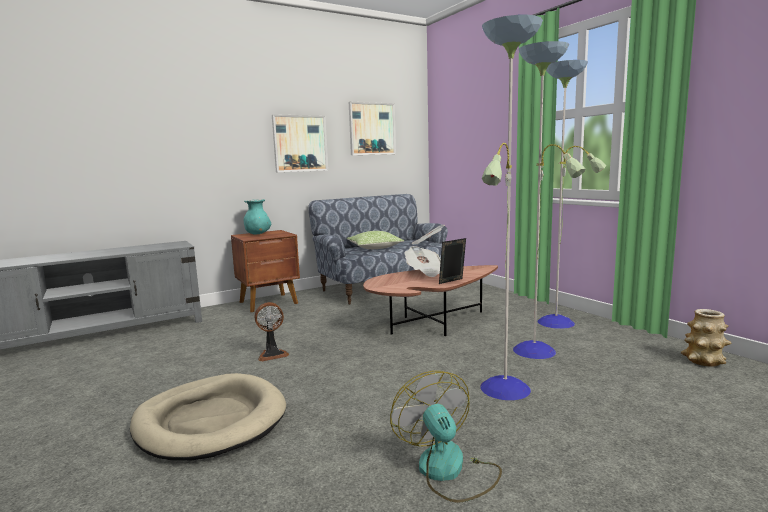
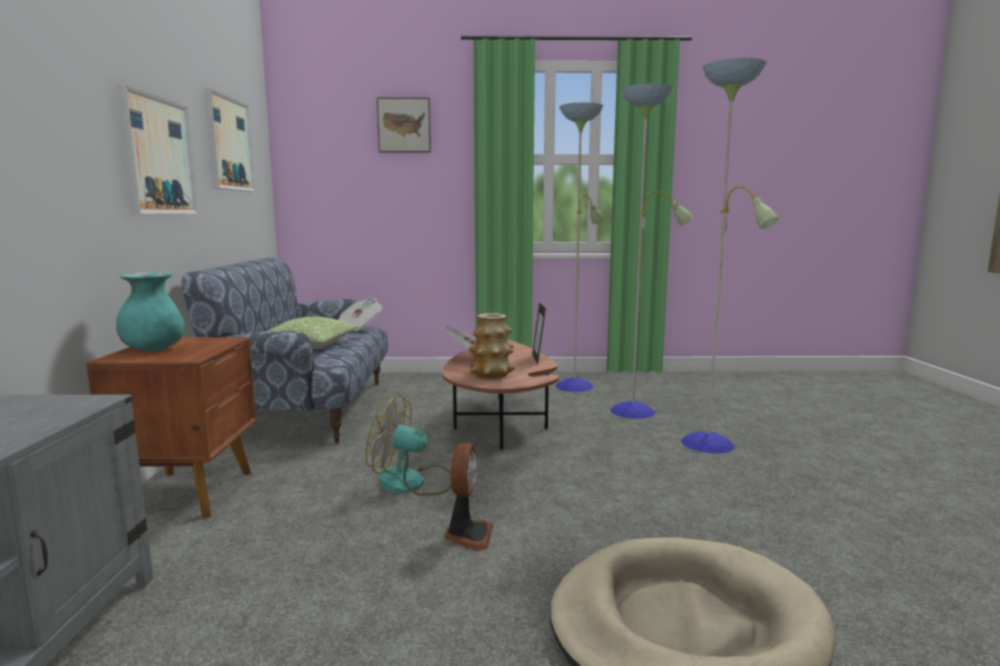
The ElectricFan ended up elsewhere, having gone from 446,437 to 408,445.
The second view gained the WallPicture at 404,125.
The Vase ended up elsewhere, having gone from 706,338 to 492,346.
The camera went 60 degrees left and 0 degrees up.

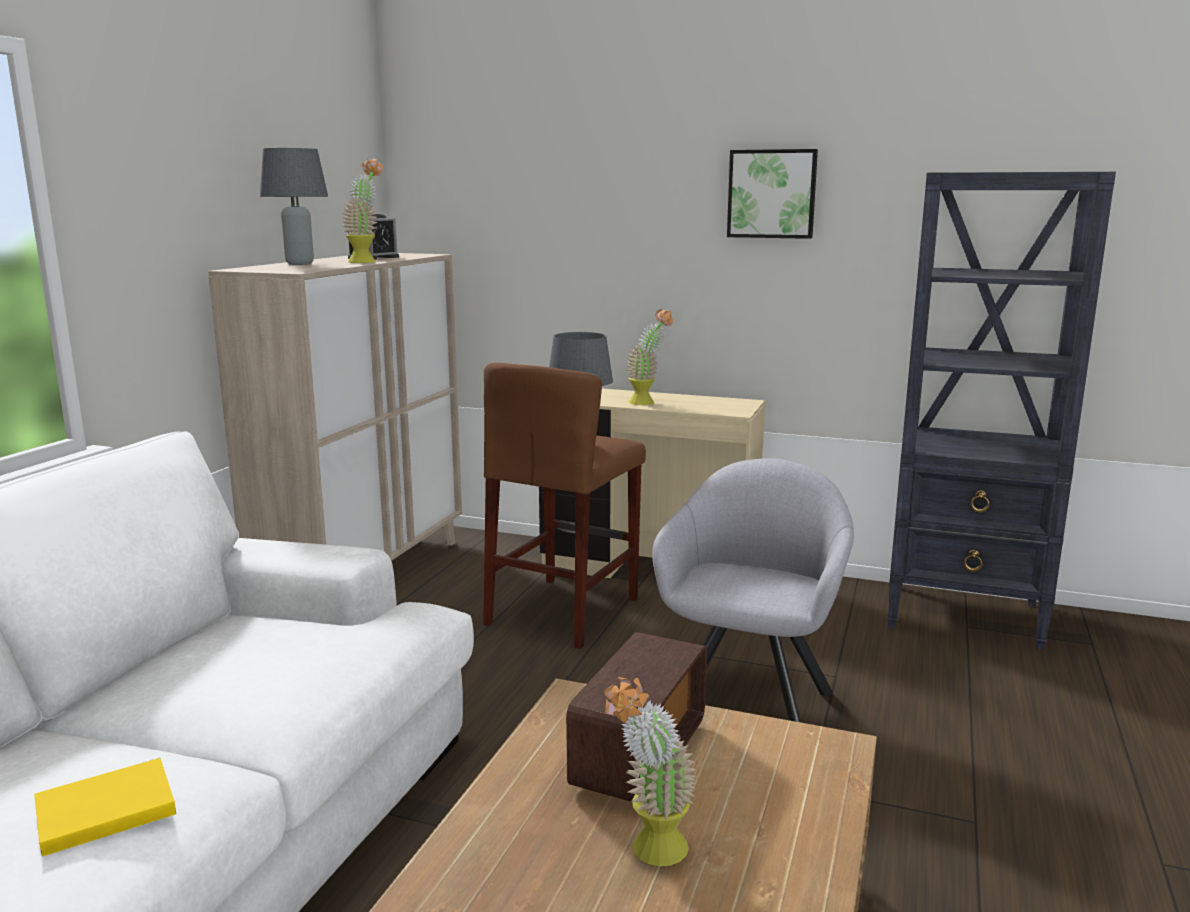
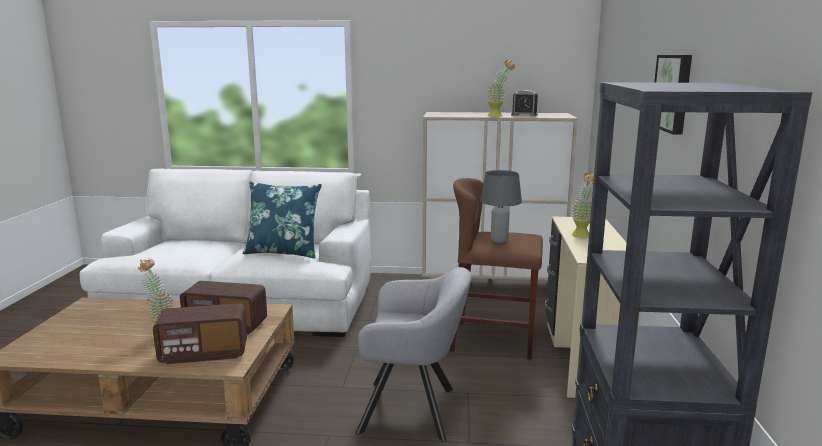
The second view gained the Radio at 200,333.
The second view gained the BluishThrowPillow at 282,220.
The second view lost the YellowishBook at 105,807.
The second view lost the GreyTableLamp at 294,206.
The camera went 75 degrees right and 0 degrees up.

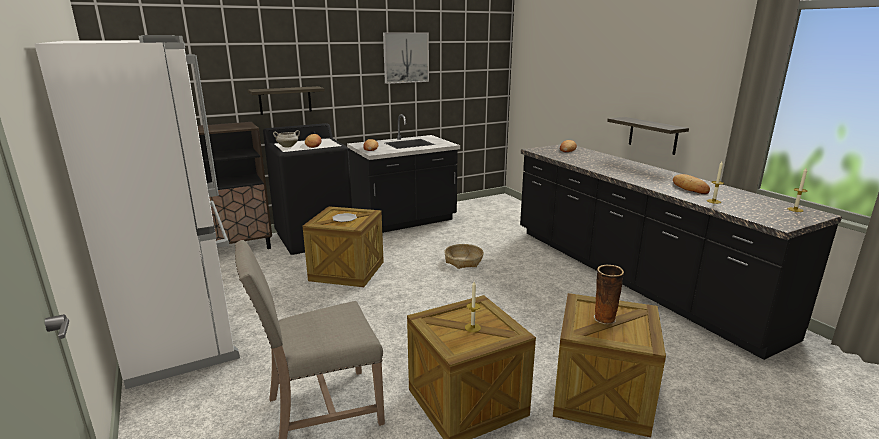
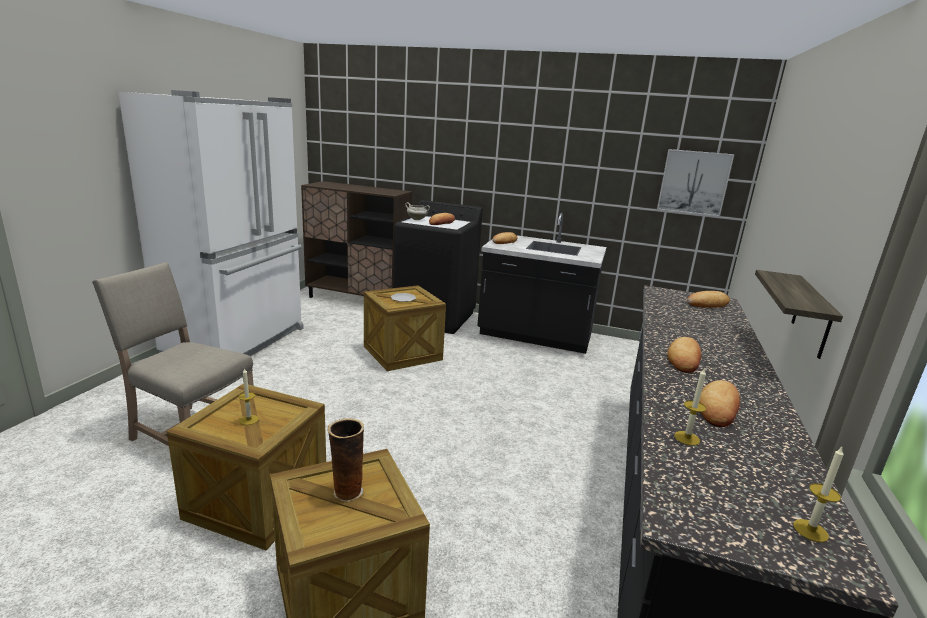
The WallPicture ended up elsewhere, having gone from 406,58 to 695,183.
The second view gained the BakeryBread at 684,355.
The second view lost the BracketShelf at 286,100.
The second view lost the StorageBasket at 464,256.
The camera went 45 degrees right and 0 degrees up.

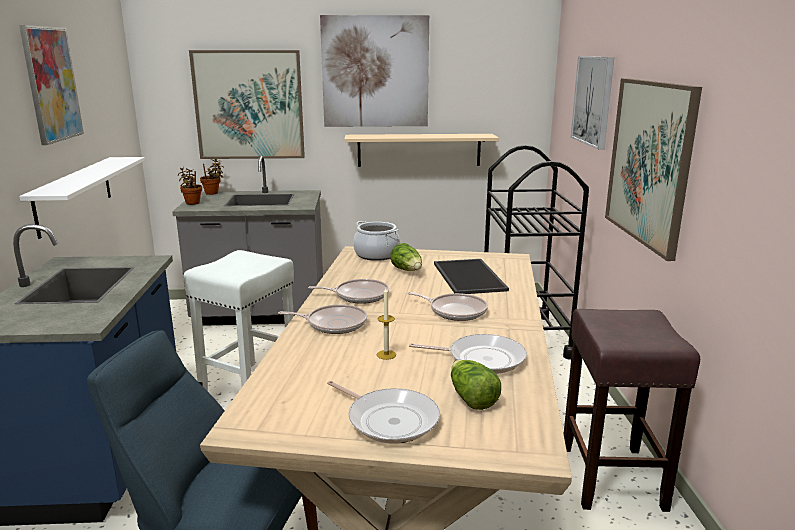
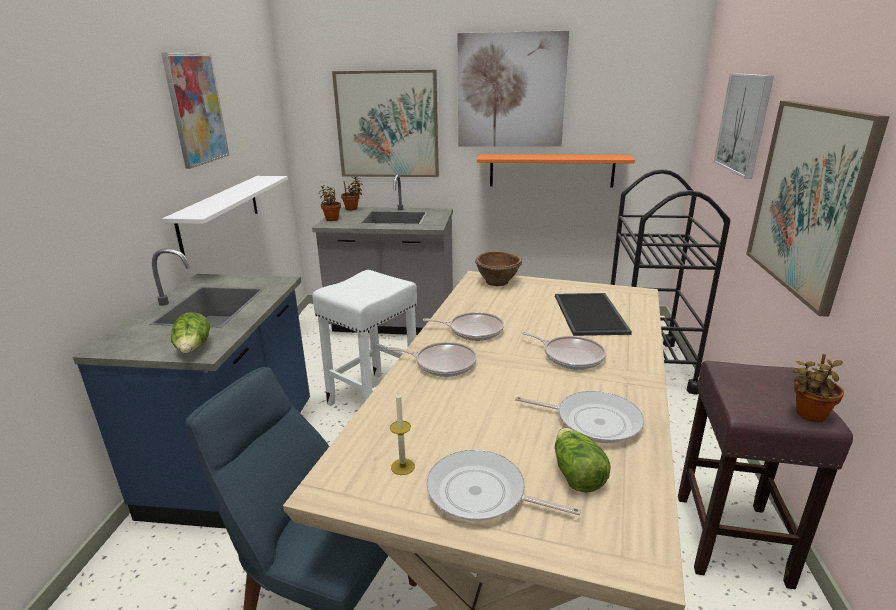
The Lettuce ended up elsewhere, having gone from 406,257 to 190,332.
The WaxCandle ended up elsewhere, having gone from 386,324 to 402,433.
The Pan at 383,412 ended up facing another way, 150 degrees clockwise from before.
Where the Saucepot stood at 376,241, the BrownServingBowl came to stand at 498,268.
What was the BeigeColouredBracketShelf at 421,150 turned into the OrangeColouredBracketShelf at 556,171.
The second view gained the PlantInAPot at 818,388.
The camera went 10 degrees right and 5 degrees up.

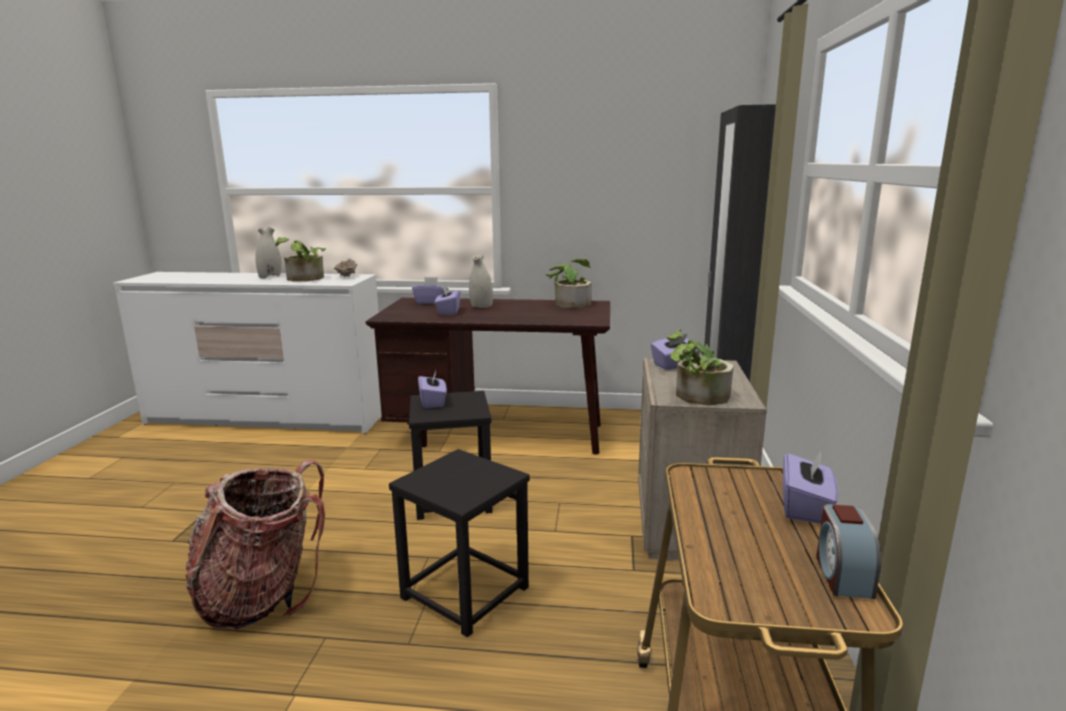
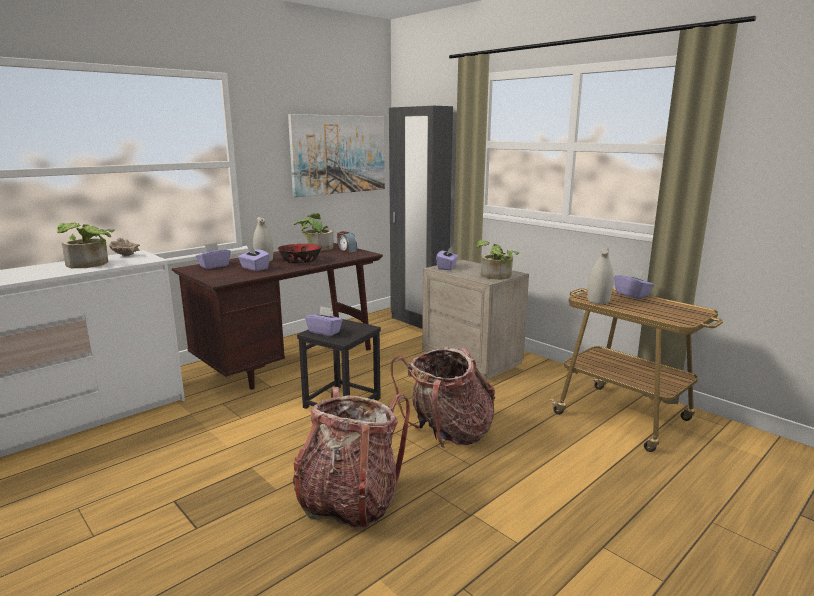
The second view gained the ServingBowl at 300,254.
The second view gained the WallPicture at 336,155.
The AlarmClock ended up elsewhere, having gone from 848,551 to 347,242.
Where the BlackishStool stood at 459,543, the Rucksack came to stand at 443,397.
The WhitishVase ended up elsewhere, having gone from 268,252 to 600,276.
The camera went 50 degrees left and 0 degrees up.

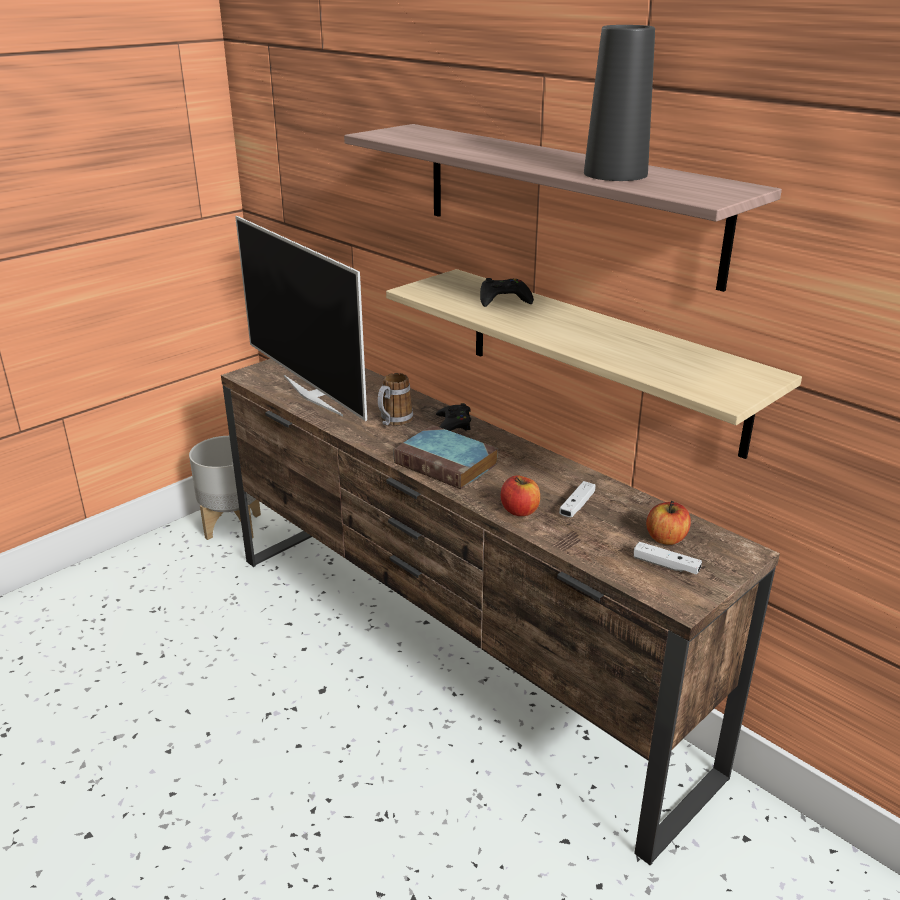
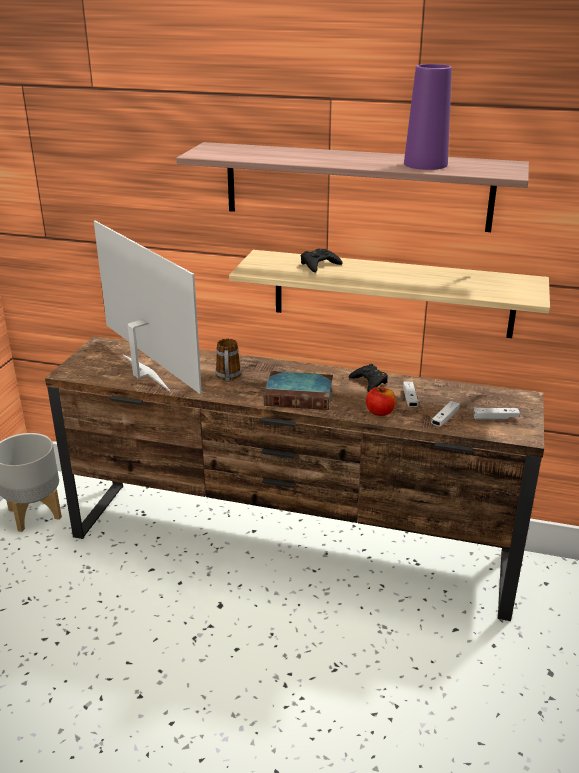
The Television at 301,318 ended up facing another way, 150 degrees counterclockwise from before.
The BlackishGameController ended up elsewhere, having gone from 453,417 to 368,378.
What was the BlackishVase at 619,103 turned into the PurplishVase at 428,117.
The second view gained the WhitishGameController at 445,413.
The second view lost the Apple at 668,523.
The camera went 30 degrees left and 0 degrees up.

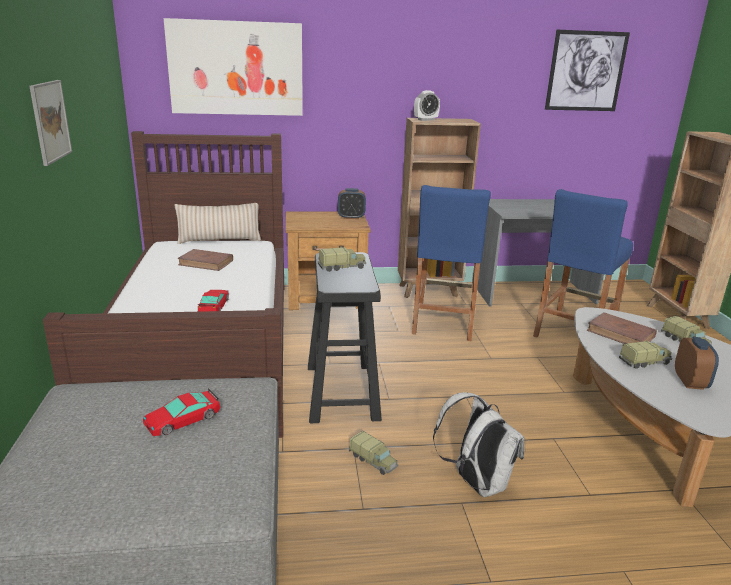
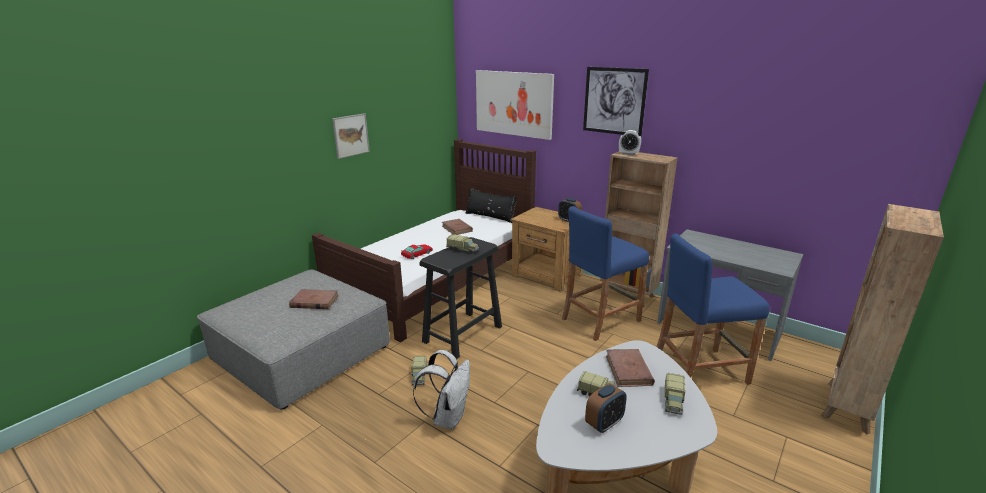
Where the ToyCar stood at 181,412, the BrownBook came to stand at 314,299.
What was the BeigeColouredThrowPillow at 217,223 turned into the BlackishThrowPillow at 491,205.
The WallPicture ended up elsewhere, having gone from 587,70 to 616,102.
The camera went 45 degrees right and 0 degrees up.

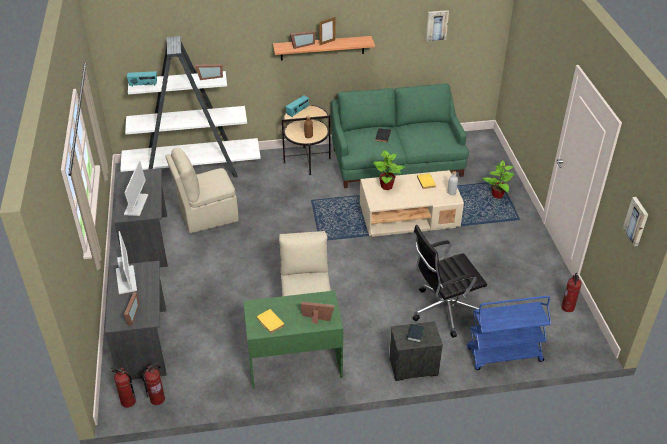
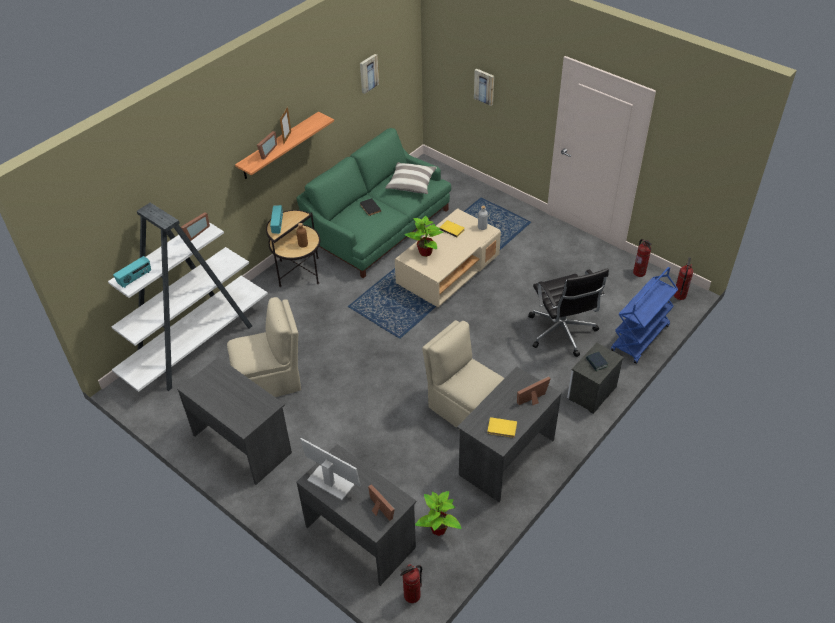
The BeigeColouredChair at 201,190 ended up facing another way, 135 degrees counterclockwise from before.
The second view gained the ThrowPillow at 411,178.
The PlantInAPot ended up elsewhere, having gone from 498,179 to 438,513.
What was the GreenColouredDesk at 293,339 turned into the GreyDesk at 509,434.
The WallPicture ended up elsewhere, having gone from 635,221 to 484,87.
The BlackishDeskChair at 450,281 ended up facing another way, 45 degrees counterclockwise from before.
The FireExtinguisher ended up elsewhere, having gone from 153,383 to 683,278.
The second view lost the ComputerDisplay at 136,188.
The camera went 40 degrees left and 5 degrees up.

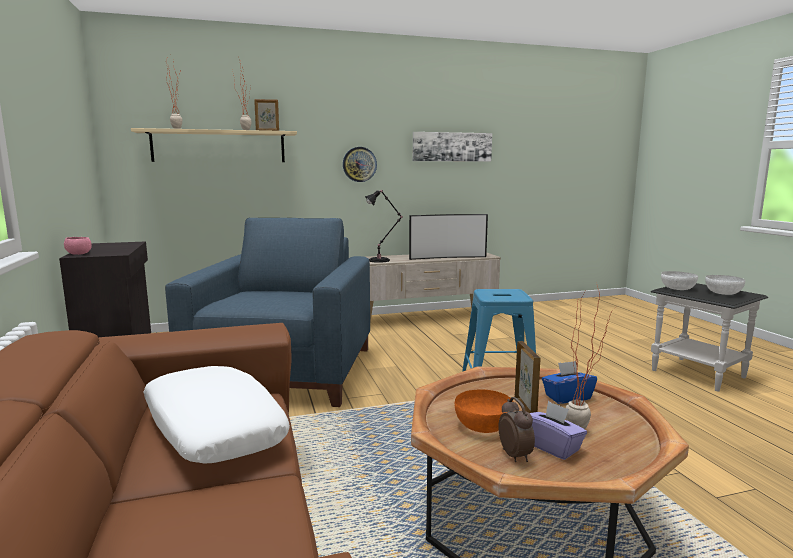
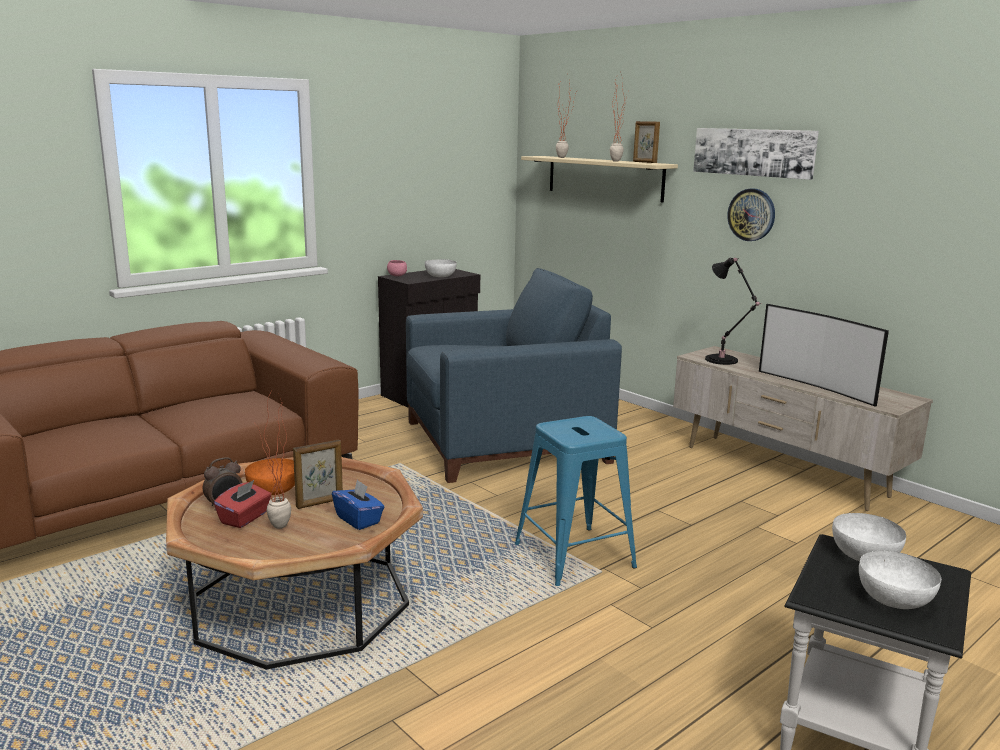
What was the PurplishTissueHolder at 558,430 turned into the RedTissueHolder at 242,504.
The second view gained the WhitishServingBowl at 441,268.
The WallPicture ended up elsewhere, having gone from 452,147 to 756,154.
The second view lost the WhitishThrowPillow at 216,415.
The camera went 65 degrees right and 5 degrees up.

